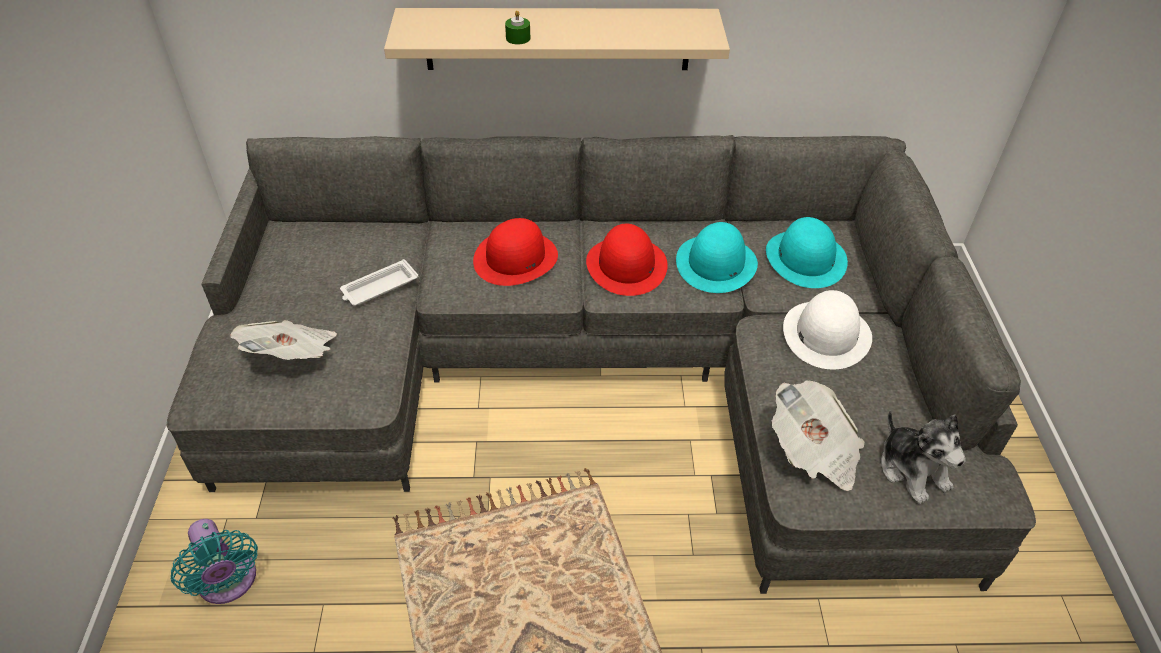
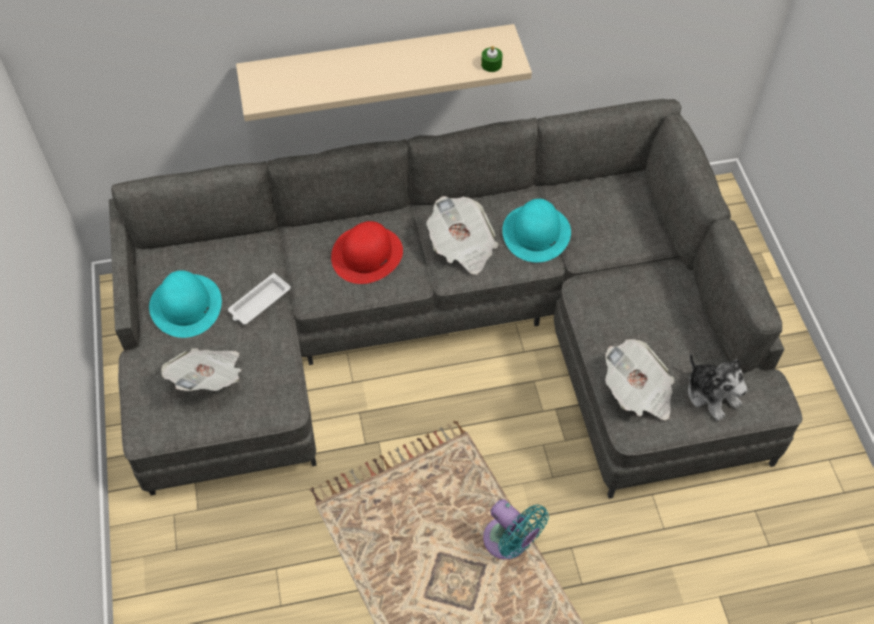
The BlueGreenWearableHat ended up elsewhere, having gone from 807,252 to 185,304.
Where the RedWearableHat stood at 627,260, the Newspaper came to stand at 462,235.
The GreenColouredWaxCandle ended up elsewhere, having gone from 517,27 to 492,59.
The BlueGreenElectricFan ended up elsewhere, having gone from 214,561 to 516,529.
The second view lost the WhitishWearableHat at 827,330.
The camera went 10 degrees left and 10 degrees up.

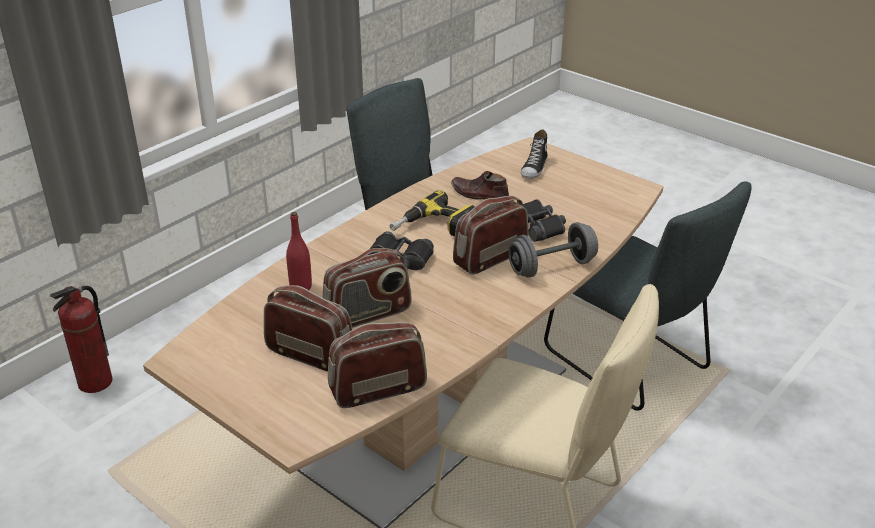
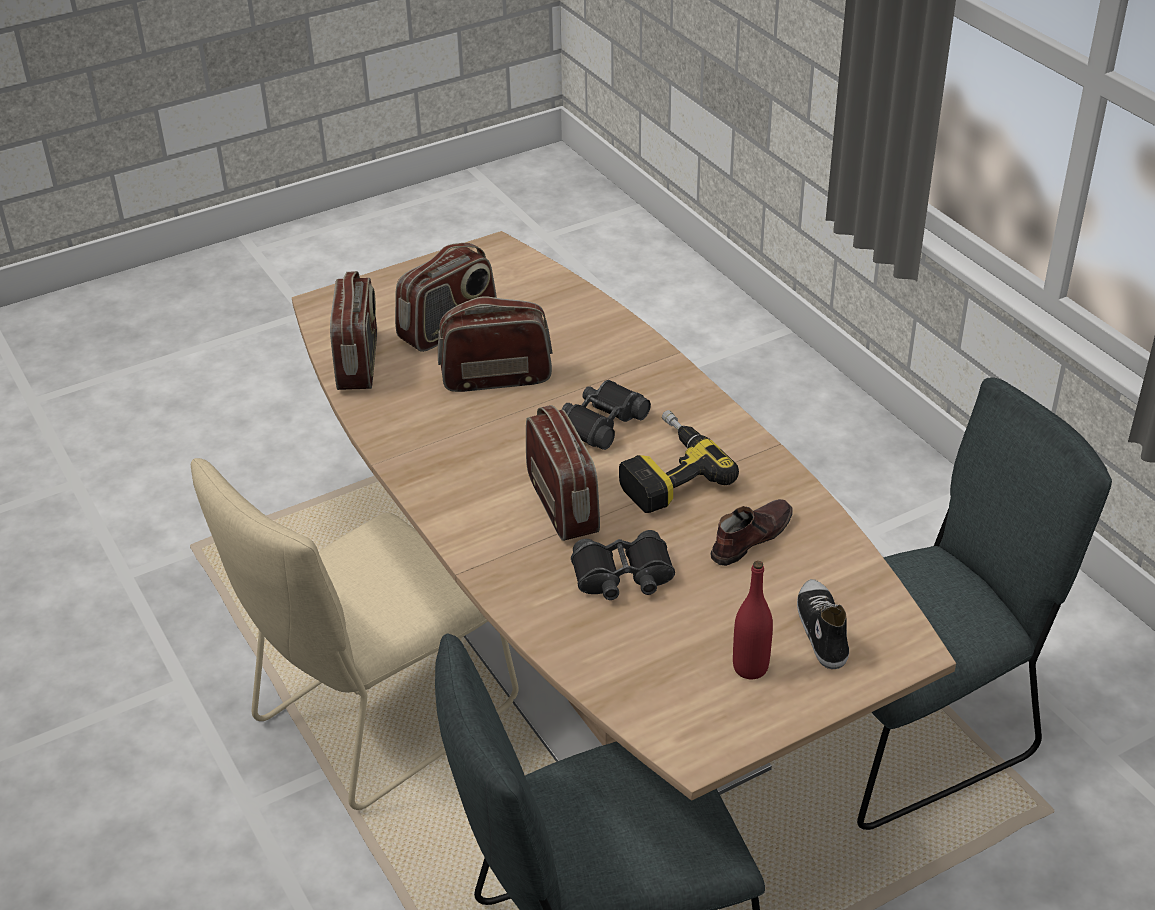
The Radio at 367,288 ended up facing another way, 90 degrees clockwise from before.
The RedBeverageBottle ended up elsewhere, having gone from 299,251 to 753,620.
The LowShoe at 534,154 ended up facing another way, 45 degrees clockwise from before.
The second view lost the FireExtinguisher at 81,339.
The second view lost the GreyFreeWeight at 553,250.
The camera went 110 degrees right and 5 degrees up.

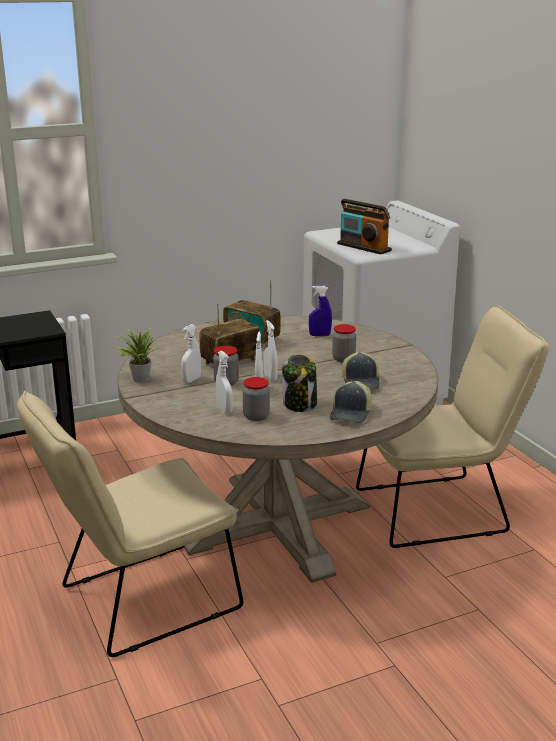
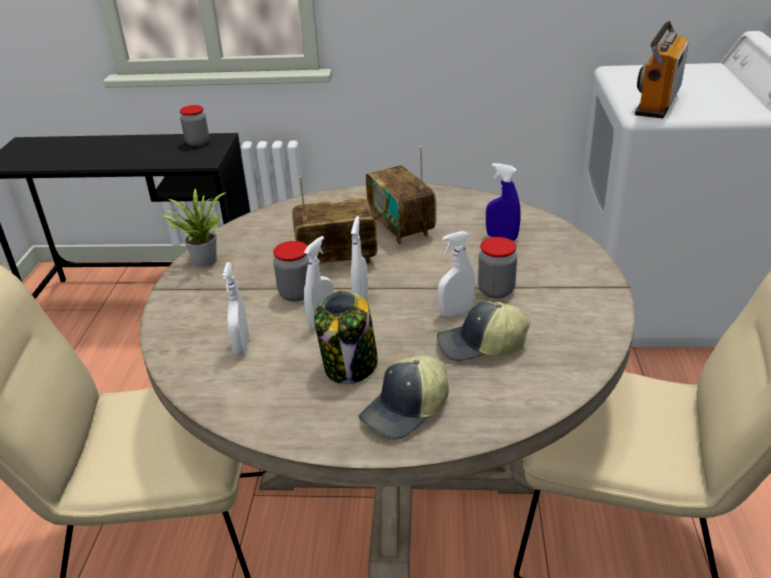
The PreserveJar ended up elsewhere, having gone from 256,399 to 194,125.
The PeakedCap at 361,370 ended up facing another way, 60 degrees clockwise from before.
The WhitishSprayer ended up elsewhere, having gone from 191,353 to 456,274.
The Radio at 364,226 ended up facing another way, 45 degrees clockwise from before.
The camera went 30 degrees right and 10 degrees up.

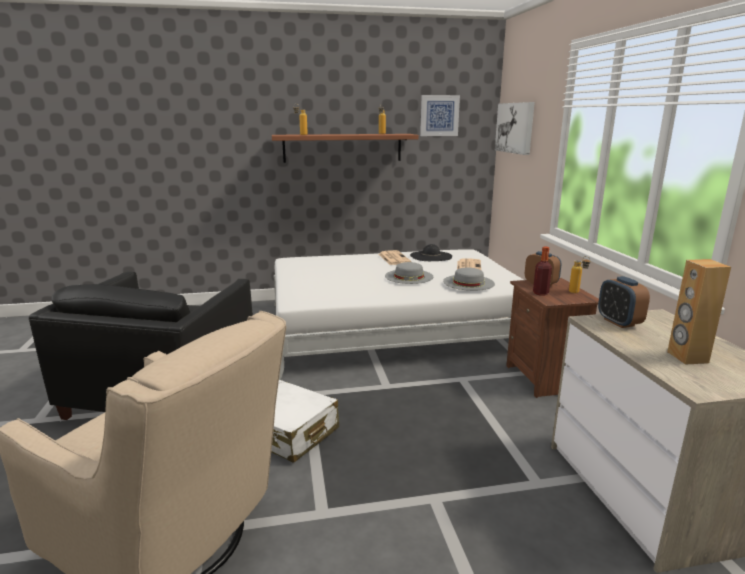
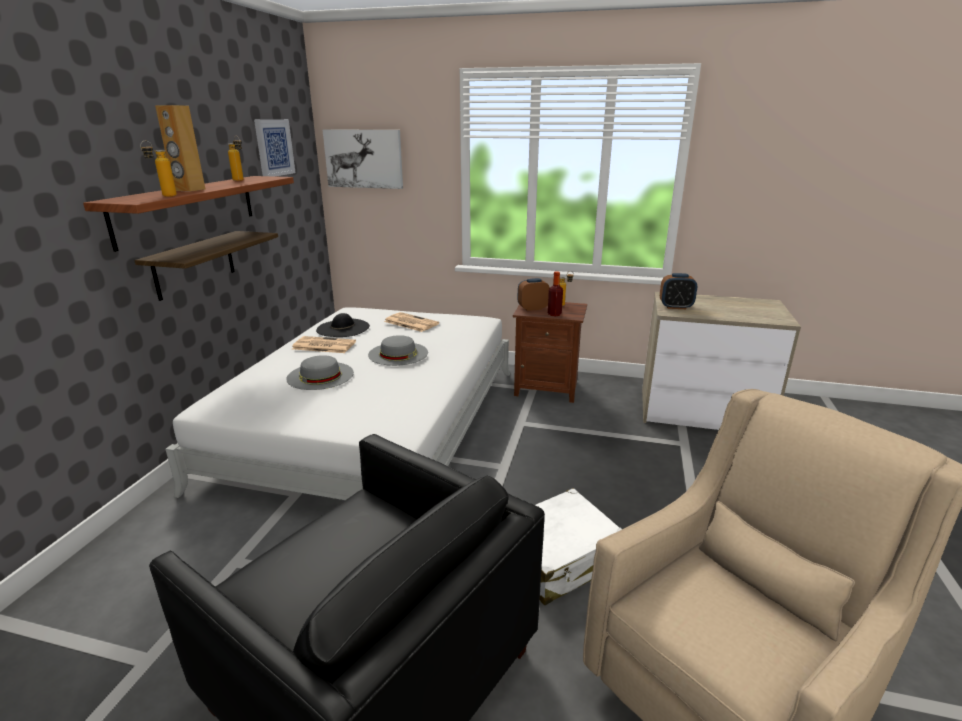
The second view gained the BracketShelf at 206,266.
The BrownAudioSpeaker ended up elsewhere, having gone from 699,312 to 180,148.
The GreyWearableHat ended up elsewhere, having gone from 469,279 to 320,372.
The camera went 65 degrees left and 5 degrees up.

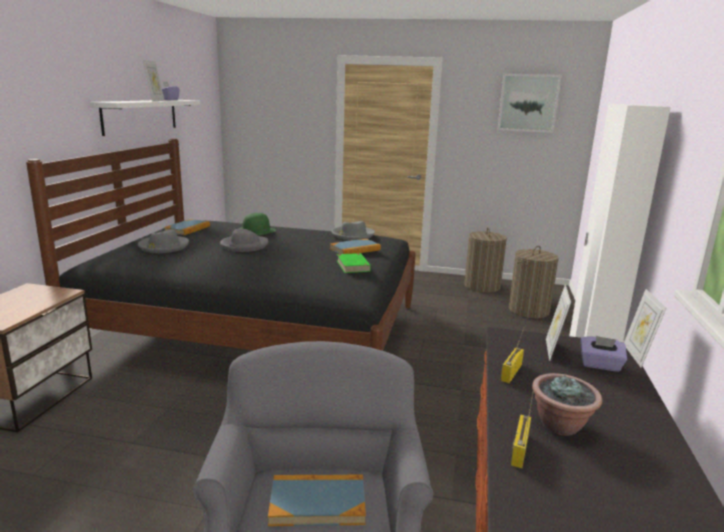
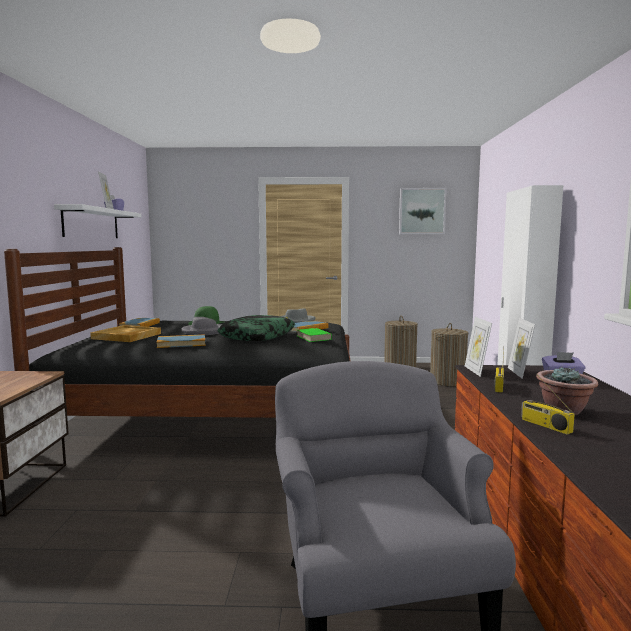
Where the GreyWearableHat stood at 163,241, the BeigeColouredServingTray came to stand at 125,333.
The Book ended up elsewhere, having gone from 317,500 to 180,341.
The second view gained the ThrowPillow at 256,328.
The PictureFrame ended up elsewhere, having gone from 645,328 to 478,347.
The Radio at 522,429 ended up facing another way, 45 degrees counterclockwise from before.
The camera went 10 degrees left and 10 degrees down.

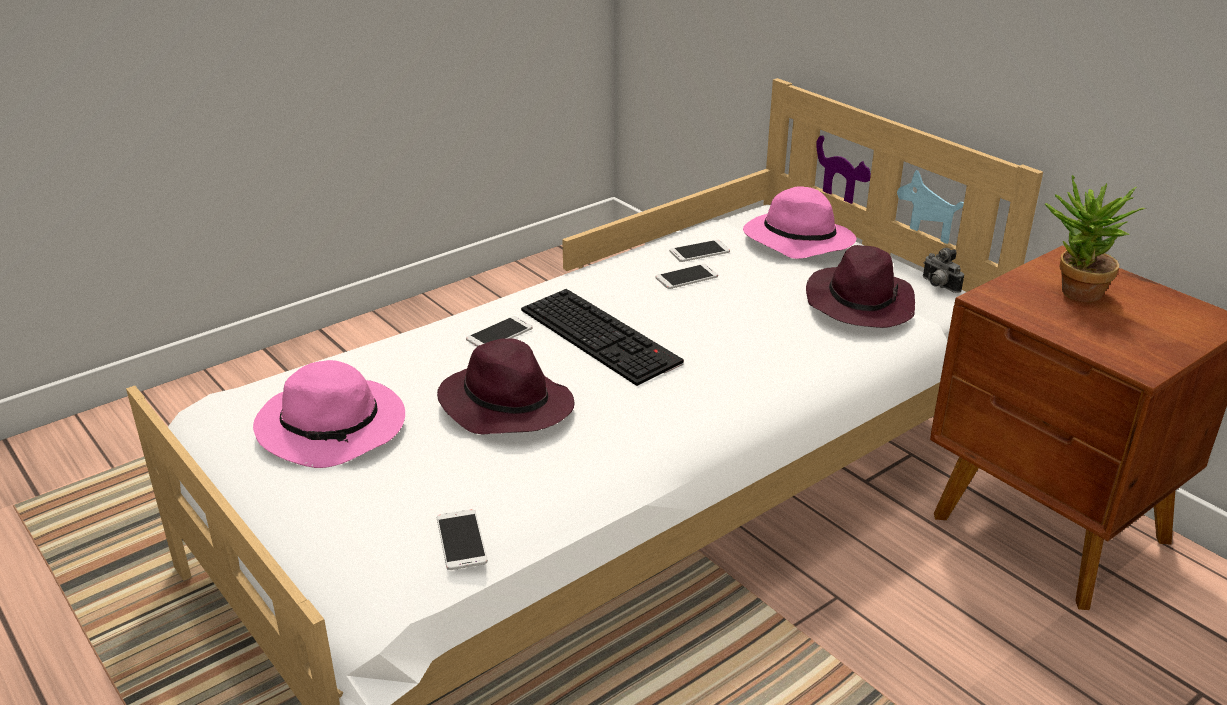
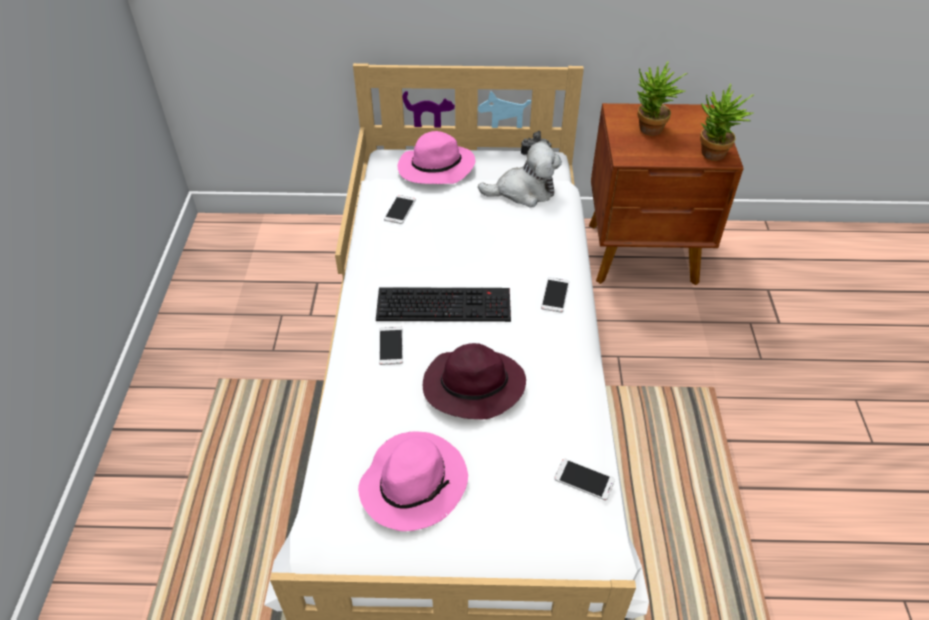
Where the PurplishWearableHat stood at 860,286, the SoftToy came to stand at 520,174.
The Phone ended up elsewhere, having gone from 686,276 to 555,295.
The second view gained the PlantInAPot at 726,122.
The camera went 50 degrees left and 15 degrees up.

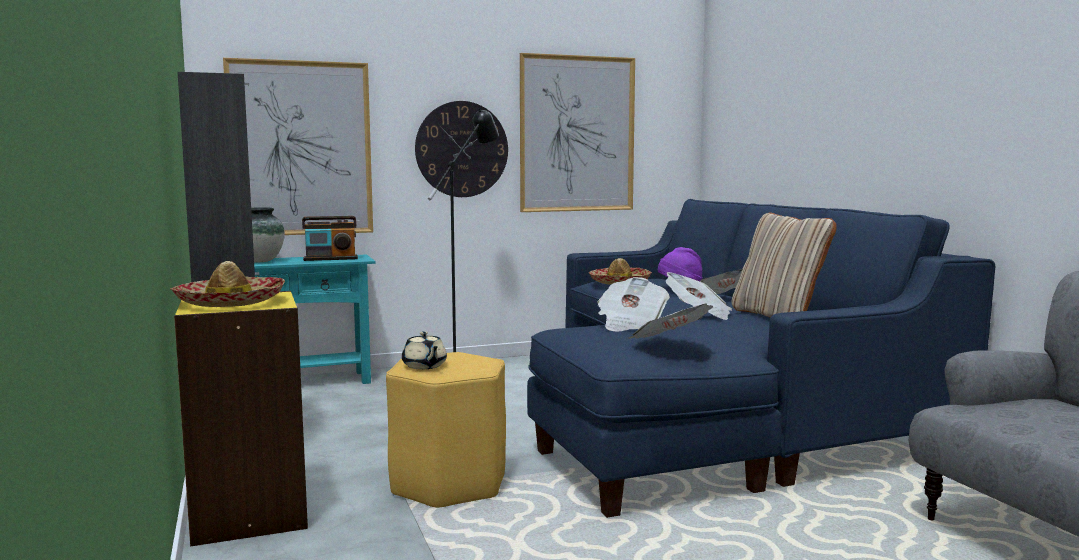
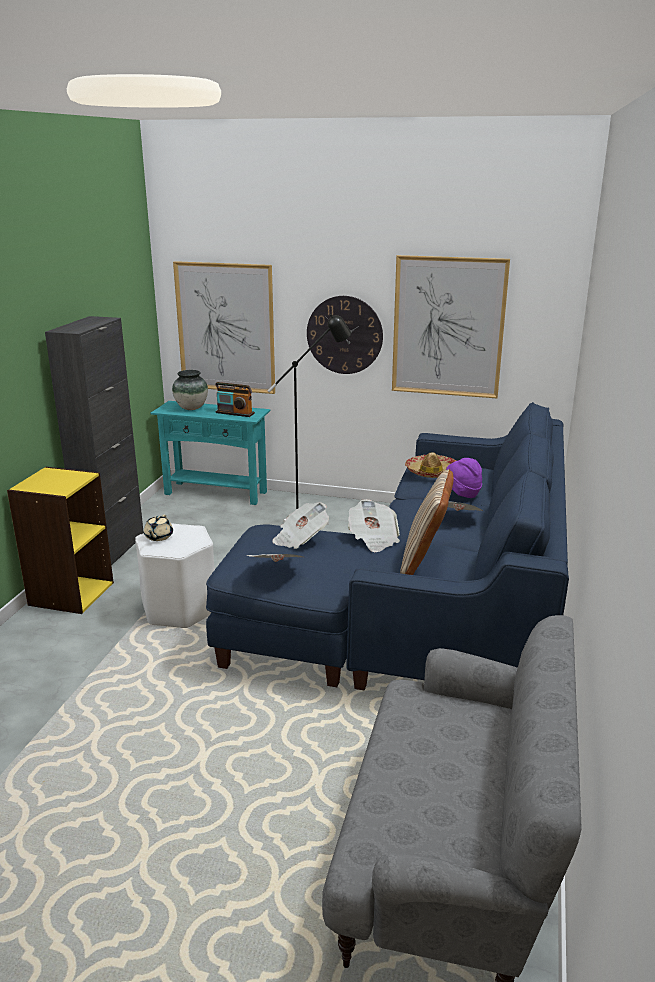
What was the YellowishStool at 446,430 turned into the WhitishStool at 175,575.
The second view lost the WearableHat at 227,284.
The camera went 35 degrees right and 15 degrees up.

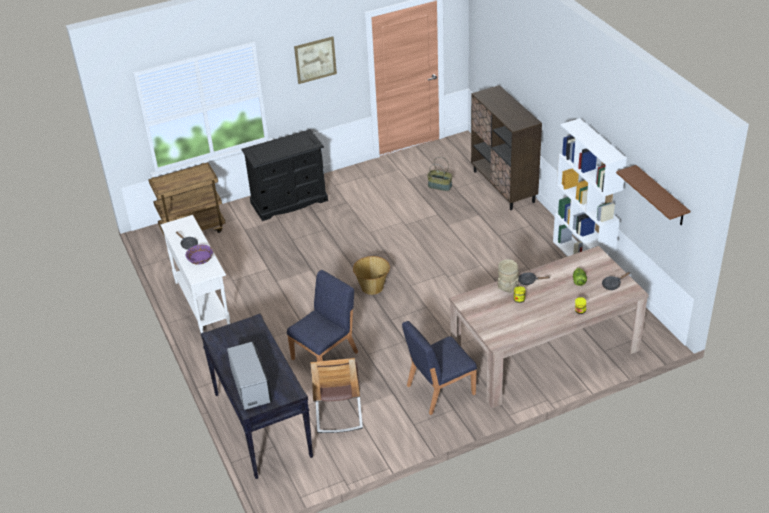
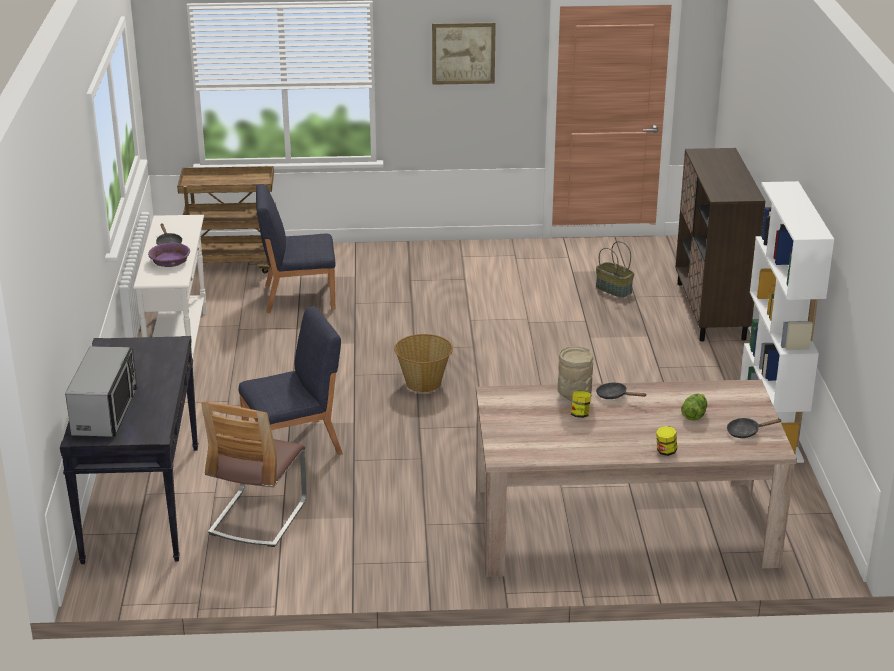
The BluishChair ended up elsewhere, having gone from 439,368 to 295,248.
The second view lost the BlackishDrawerChest at 284,175.
The second view lost the BrownBracketShelf at 653,195.
The camera went 20 degrees right and 10 degrees down.

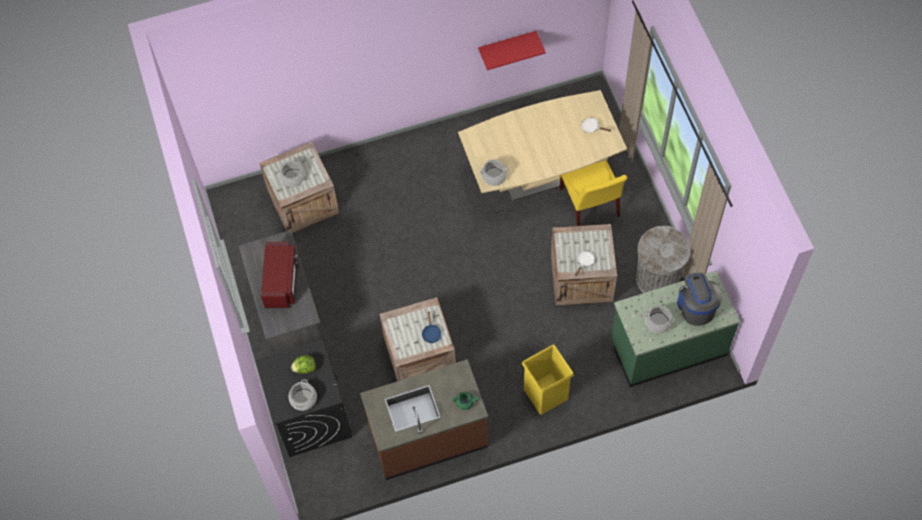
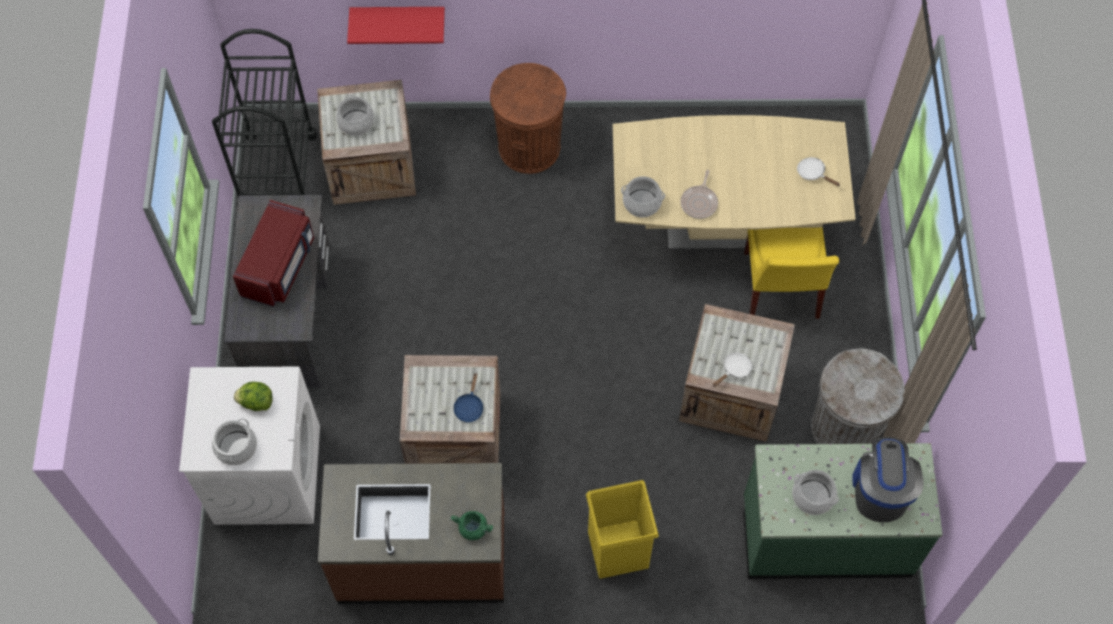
What was the BlackishLaundryMachine at 303,398 turned into the WhitishLaundryMachine at 249,446.
The second view gained the BlackishCart at 264,117.
The RedBracketShelf ended up elsewhere, having gone from 512,50 to 396,25.
The second view gained the BrownRubbishBin at 528,118.
The second view gained the Pan at 699,194.
The camera went 15 degrees right and 0 degrees up.

